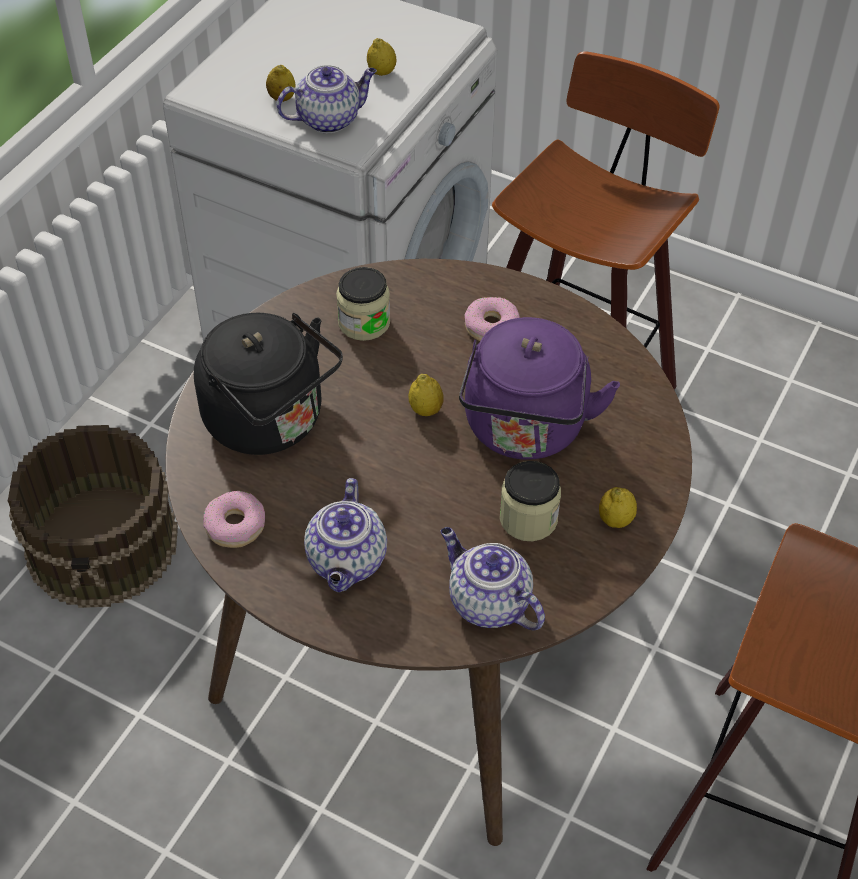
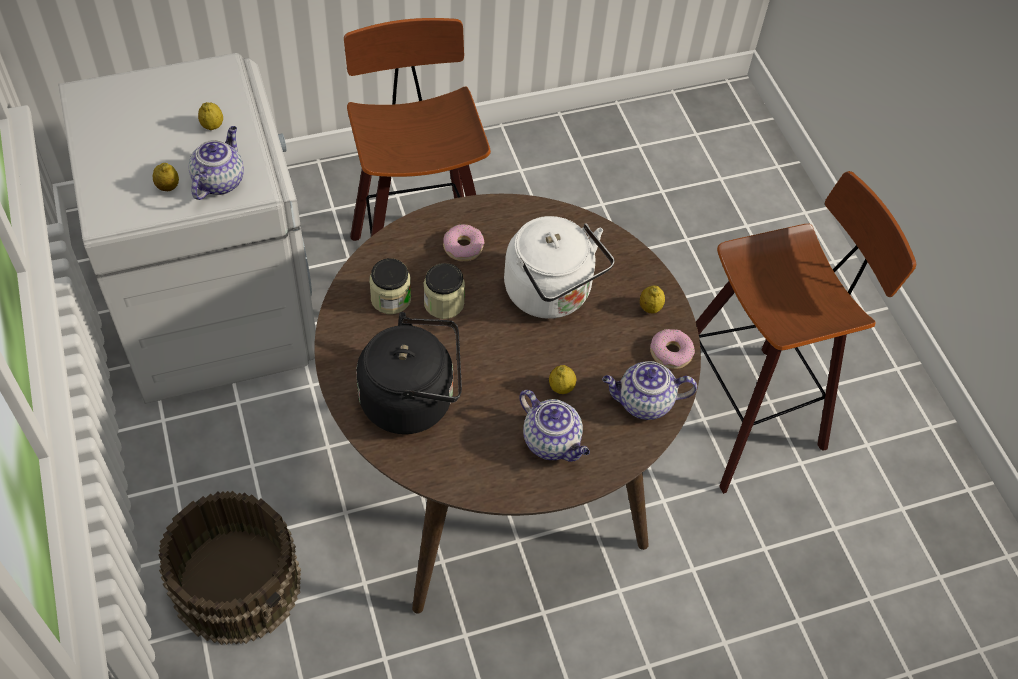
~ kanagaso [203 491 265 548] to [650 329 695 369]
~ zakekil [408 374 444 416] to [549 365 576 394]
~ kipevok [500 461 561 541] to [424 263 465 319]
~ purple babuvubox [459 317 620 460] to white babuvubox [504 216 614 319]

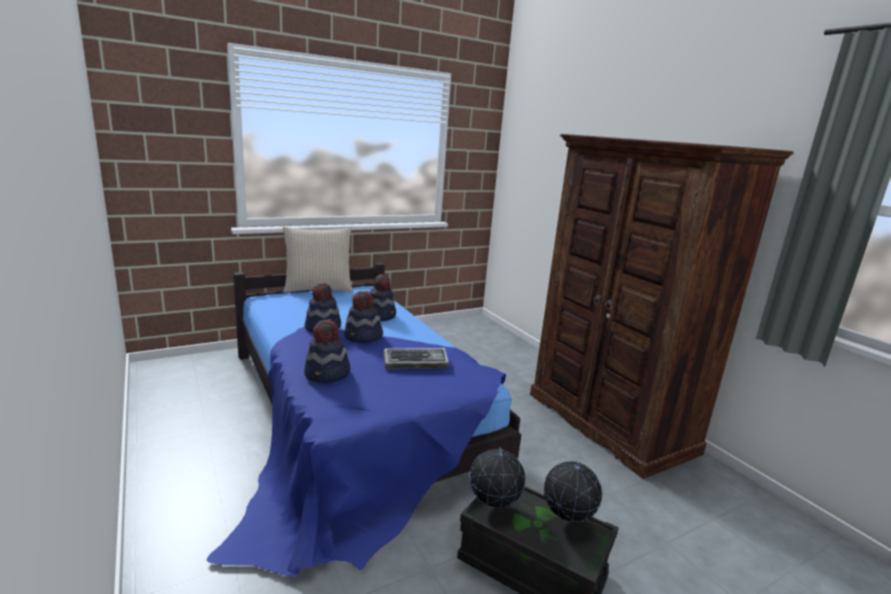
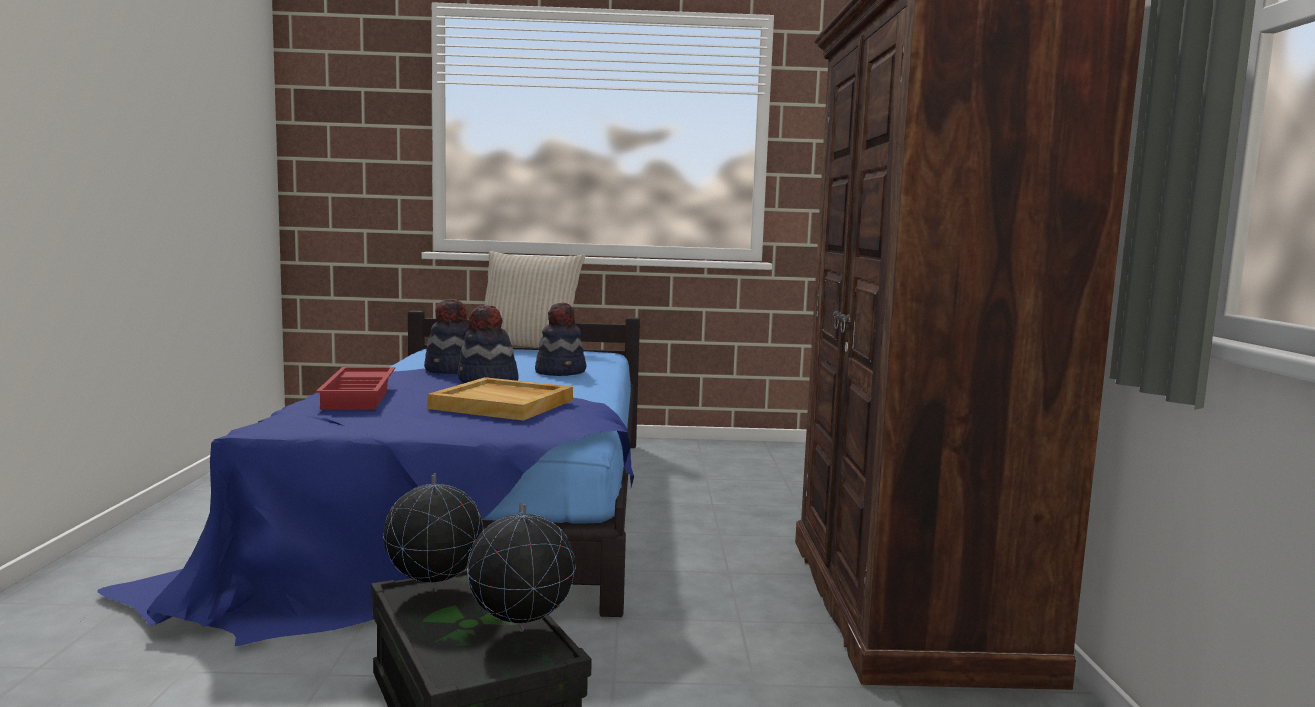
~ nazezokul [304 320 351 383] to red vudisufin [316 367 395 410]
~ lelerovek [384 348 449 369] to beige vudisufin [427 377 573 421]

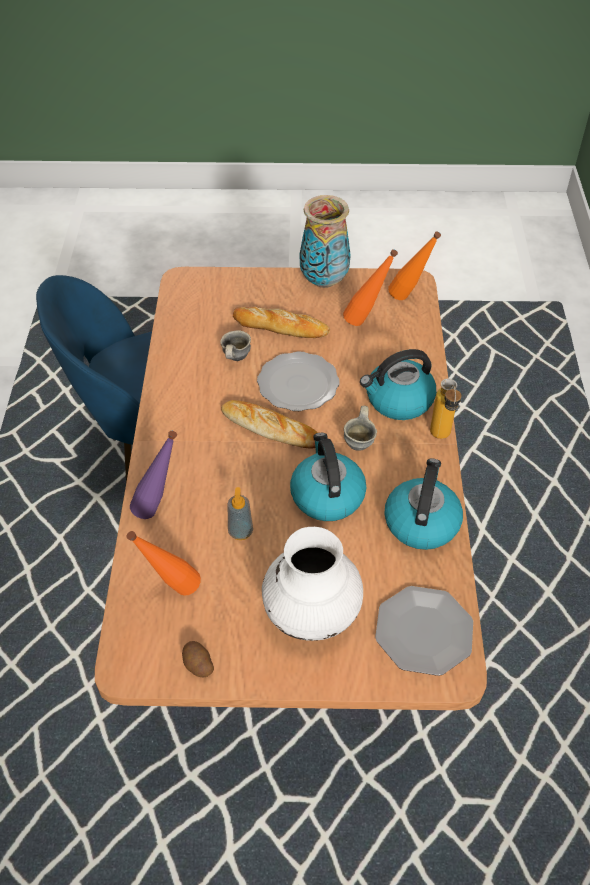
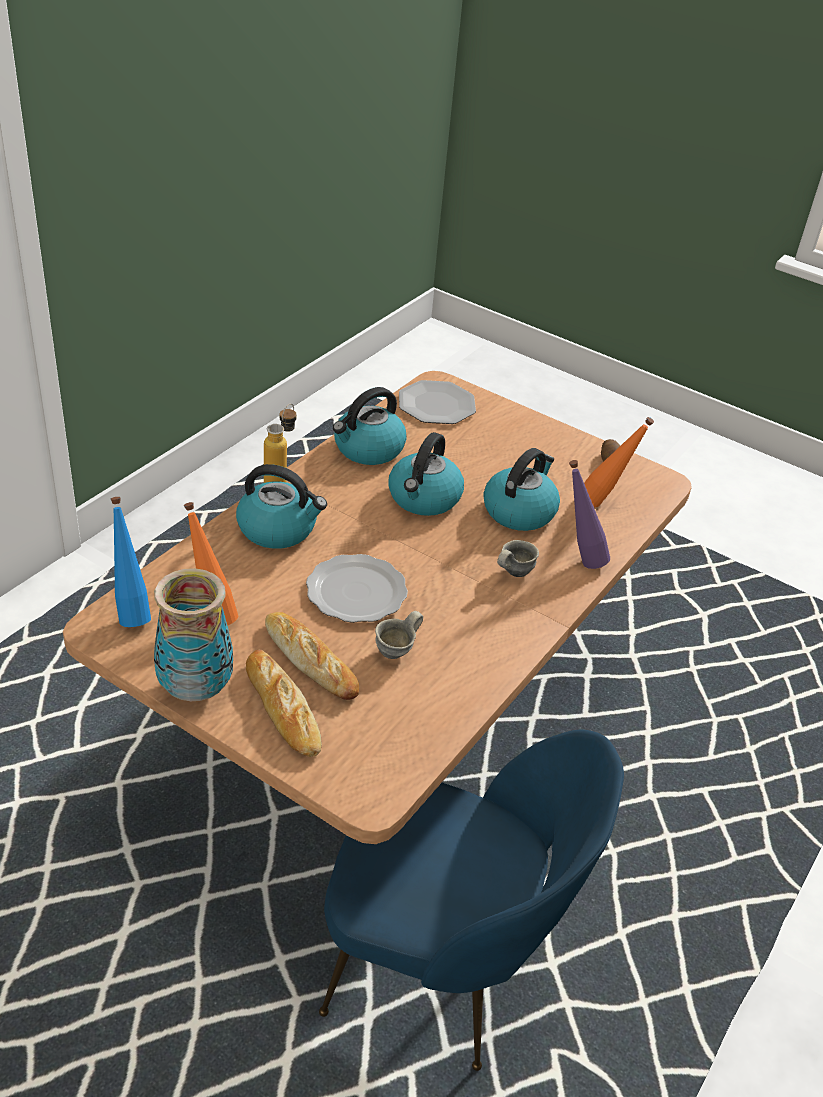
- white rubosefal [262 527 363 641]
~ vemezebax [221 400 318 449] to [246 650 322 757]
~ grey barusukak [344 406 377 451] to [497 540 539 577]
~ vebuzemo [228 487 253 540] to babuvubox [483 448 560 531]
~ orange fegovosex [388 231 441 300] to blue fegovosex [111 497 151 627]

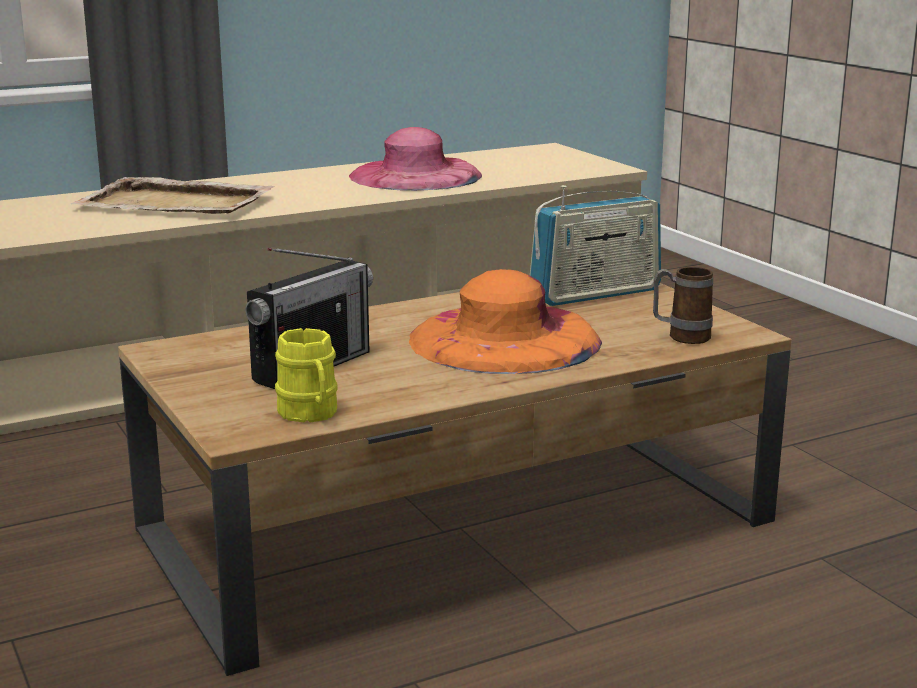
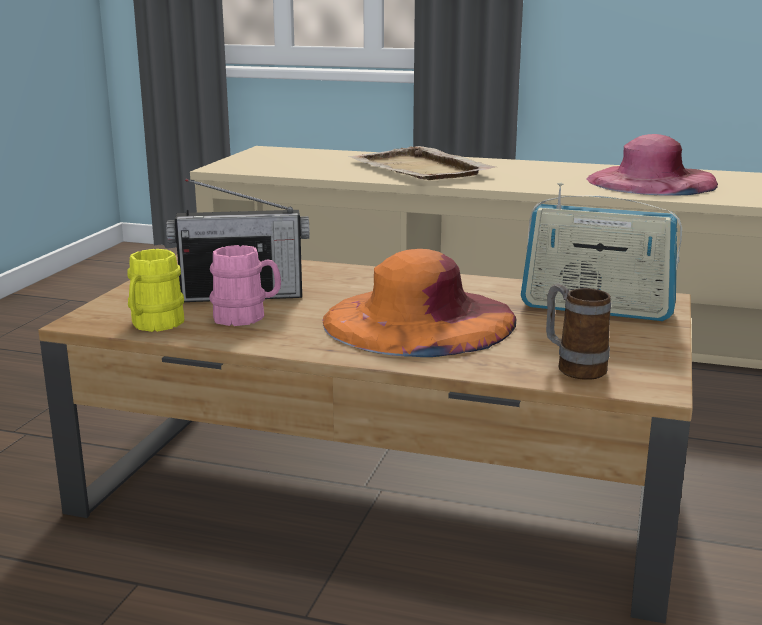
+ pink barusukak [209 245 281 326]

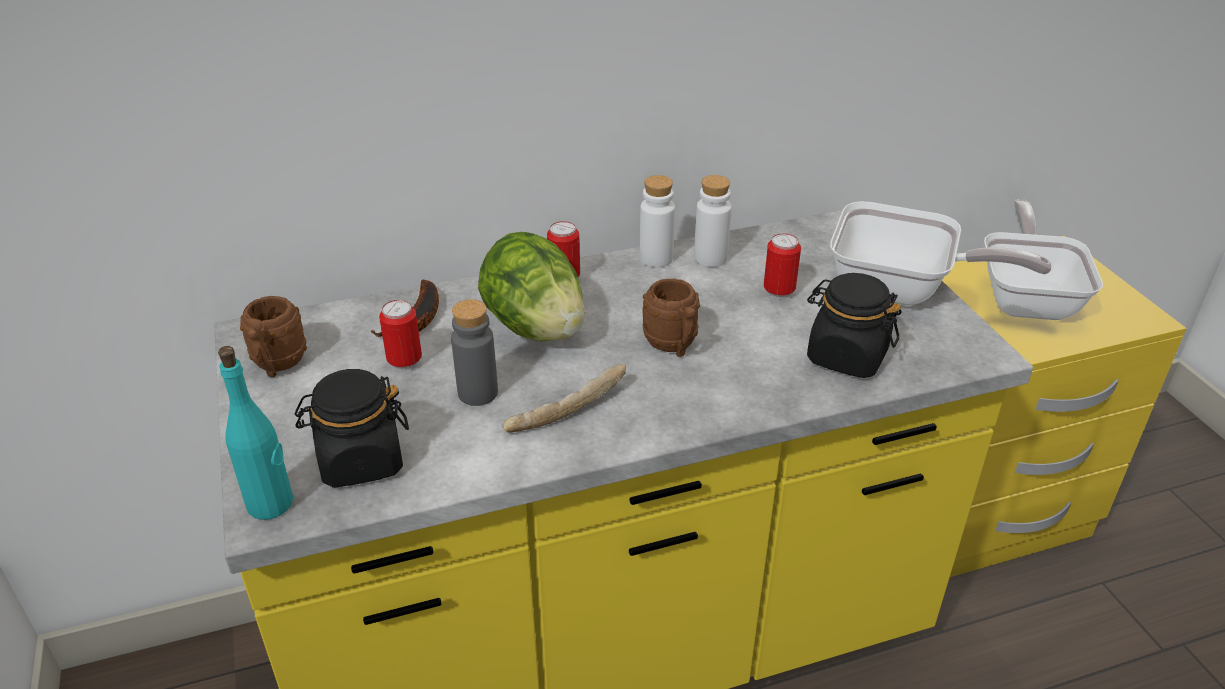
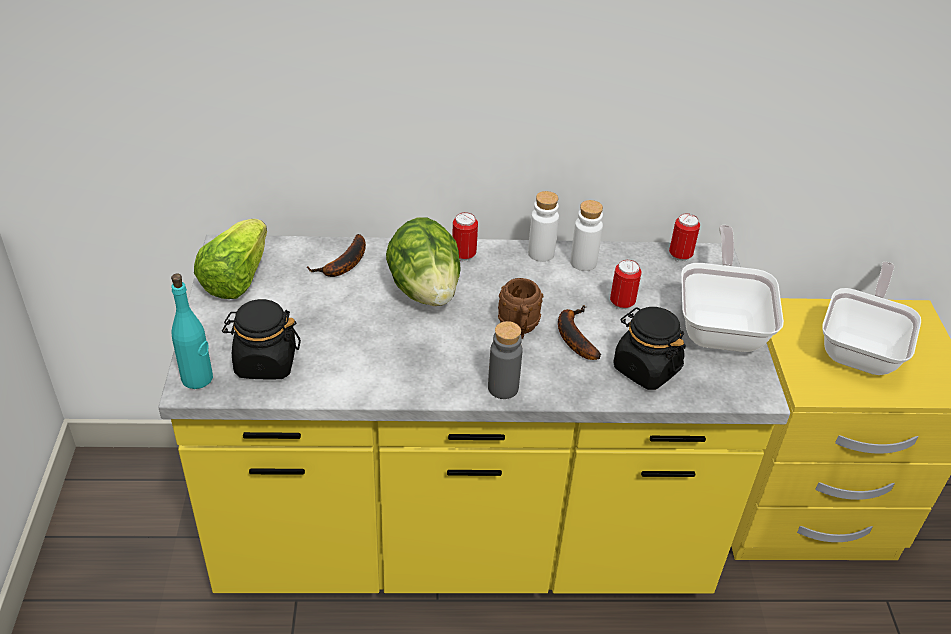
- vemezebax [502 364 626 433]
+ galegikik [558 305 601 360]
~ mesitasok [379 300 422 371] to [669 213 700 262]
~ grey fegovosex [451 299 498 406] to [488 321 522 399]
~ brown barusukak [240 296 307 377] to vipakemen [194 219 267 299]
~ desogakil [830 201 1052 306] = [681 225 784 352] 120 degrees counterclockwise

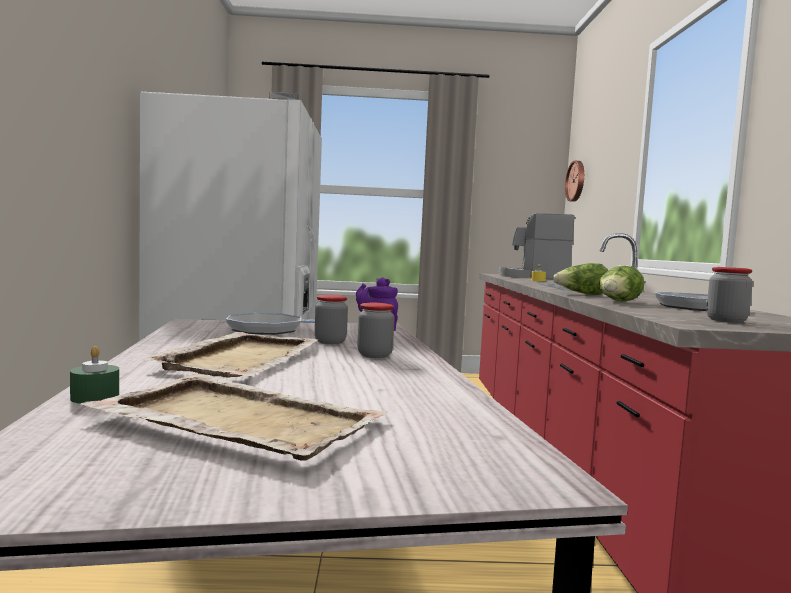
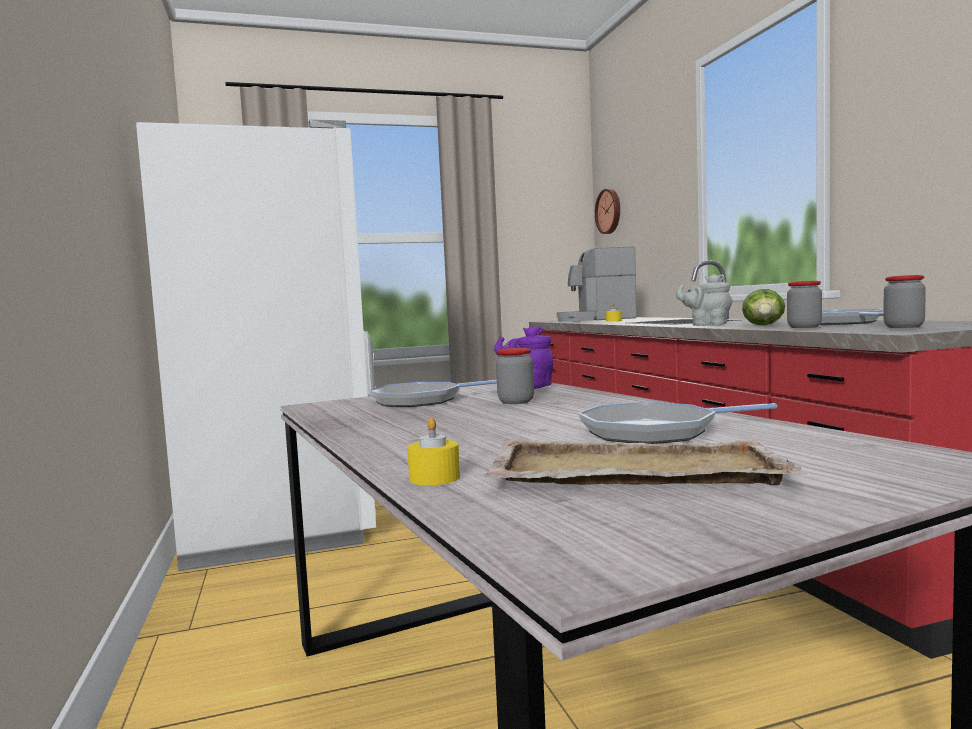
- beige vudisufin [142 332 318 378]
+ desogakil [578 402 777 444]
~ kipevok [357 303 395 358] to [787 281 822 328]
~ vipakemen [553 263 608 295] to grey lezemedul [676 274 732 326]
~ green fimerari [70 346 119 404] to yellow fimerari [407 418 460 485]

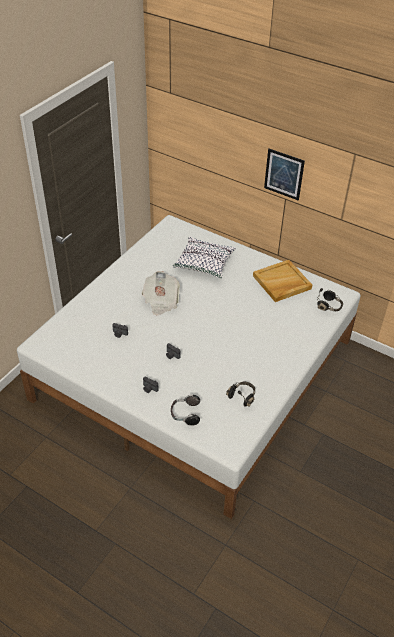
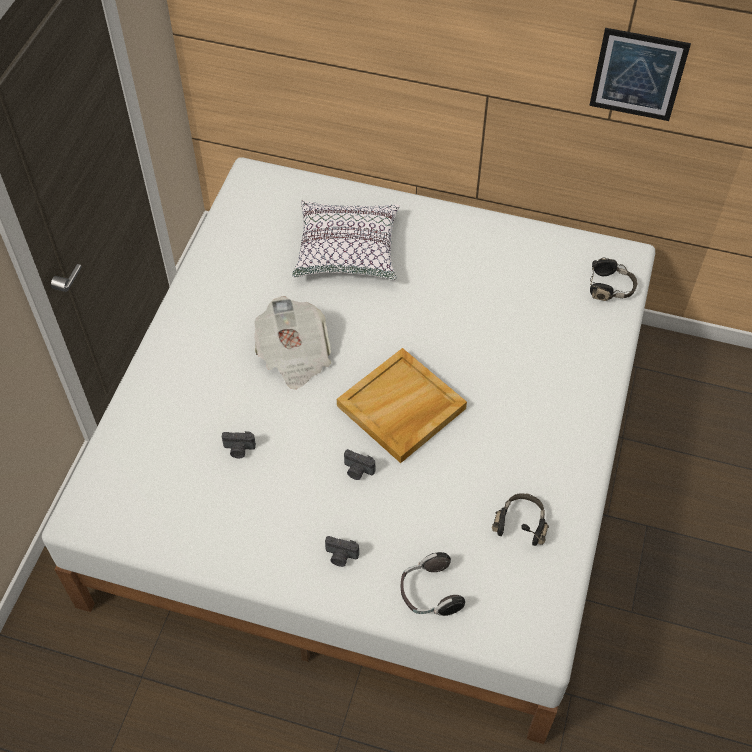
~ beige vudisufin [253 260 312 302] to [337 348 467 463]
~ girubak [264 149 305 200] to [589 28 691 121]

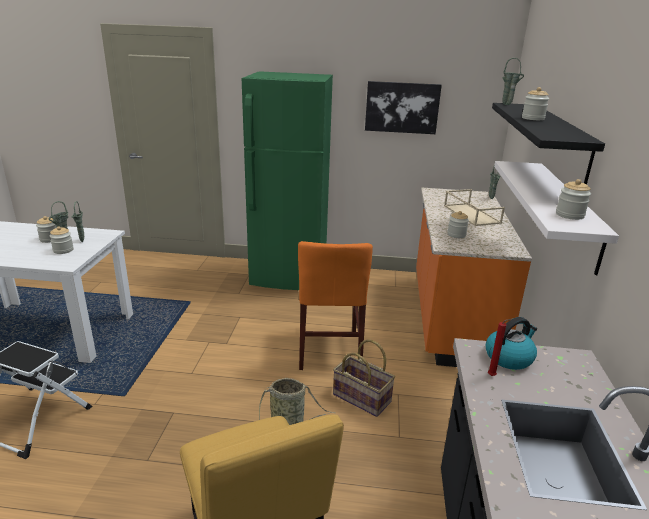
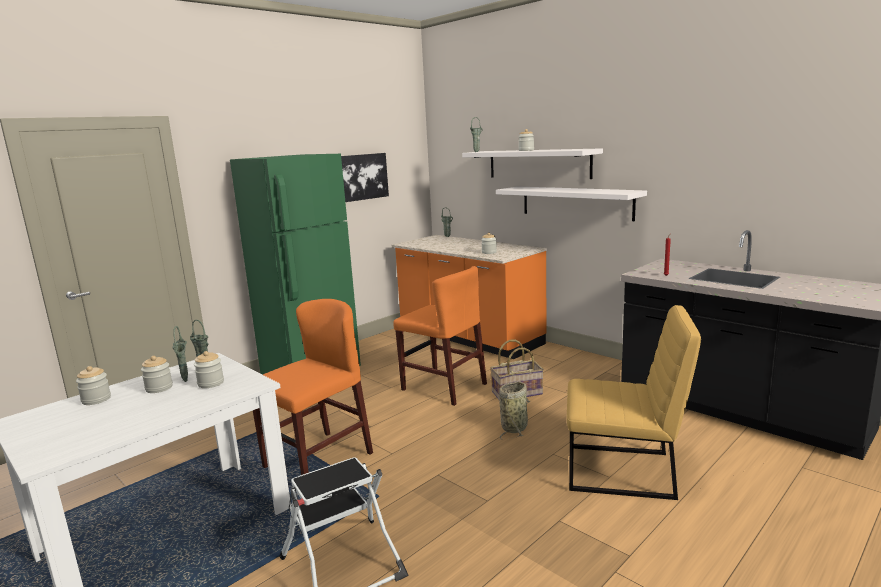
- beige vudisufin [444 189 505 226]
- babuvubox [486 317 537 370]
+ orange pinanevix [253 299 373 475]
~ kipevok [556 179 591 220] to [76 366 111 405]
~ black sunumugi [492 103 605 184] to white sunumugi [462 148 603 179]

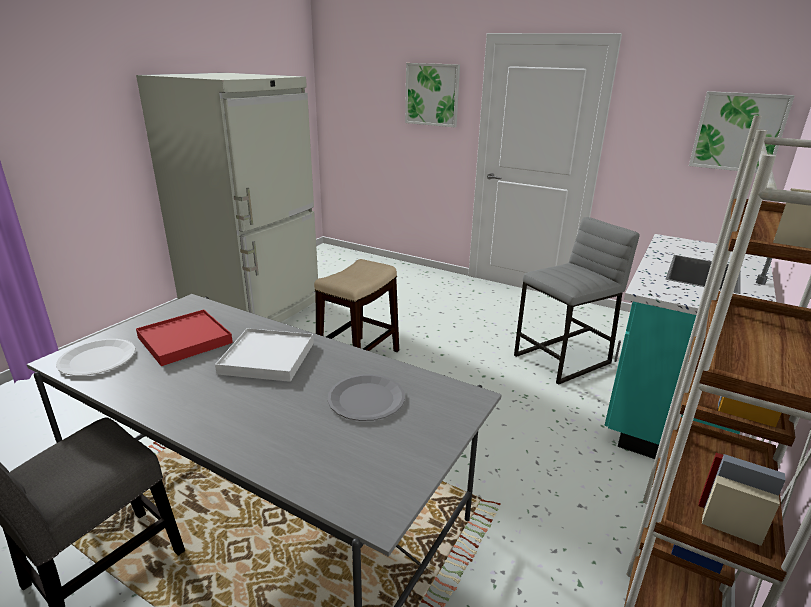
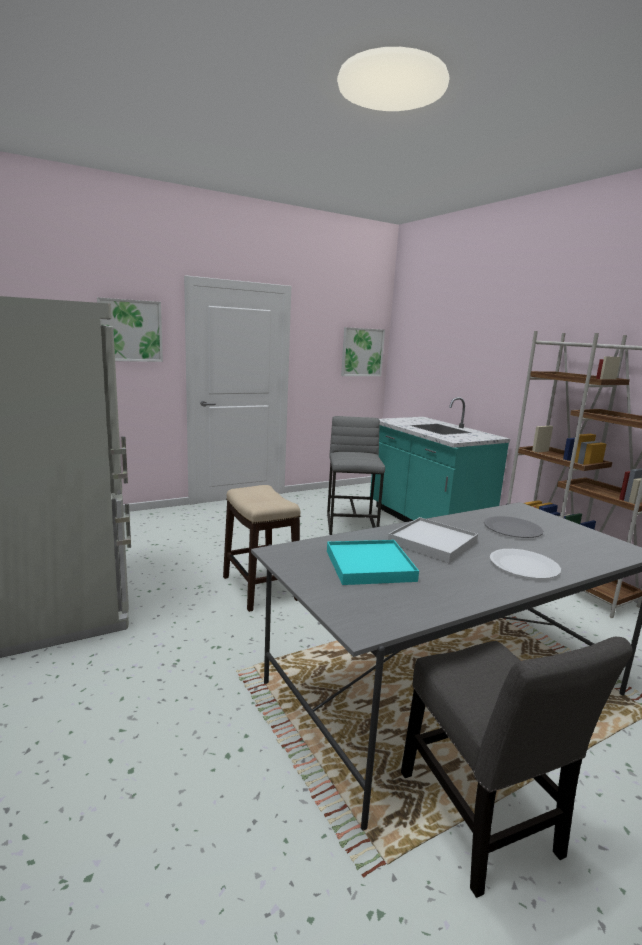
~ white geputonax [56 339 135 376] to [490 549 561 579]
~ red vudisufin [136 309 233 366] to turquoise vudisufin [327 540 419 585]

